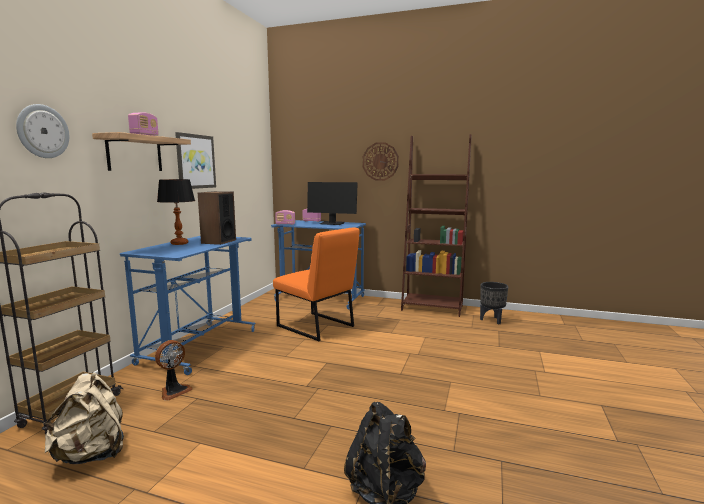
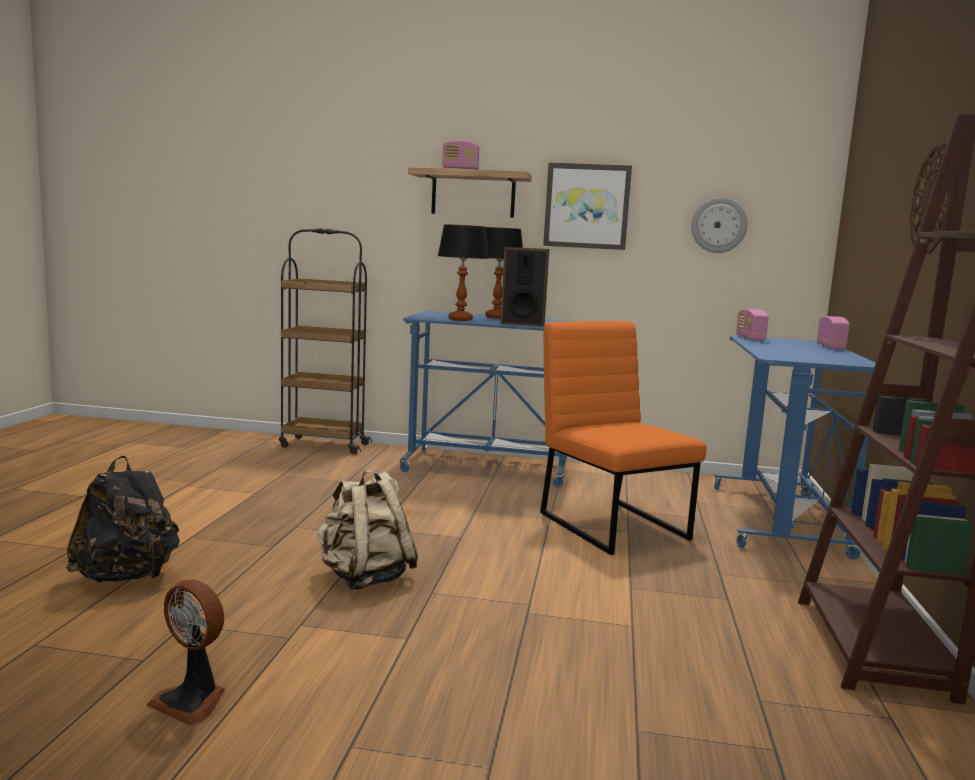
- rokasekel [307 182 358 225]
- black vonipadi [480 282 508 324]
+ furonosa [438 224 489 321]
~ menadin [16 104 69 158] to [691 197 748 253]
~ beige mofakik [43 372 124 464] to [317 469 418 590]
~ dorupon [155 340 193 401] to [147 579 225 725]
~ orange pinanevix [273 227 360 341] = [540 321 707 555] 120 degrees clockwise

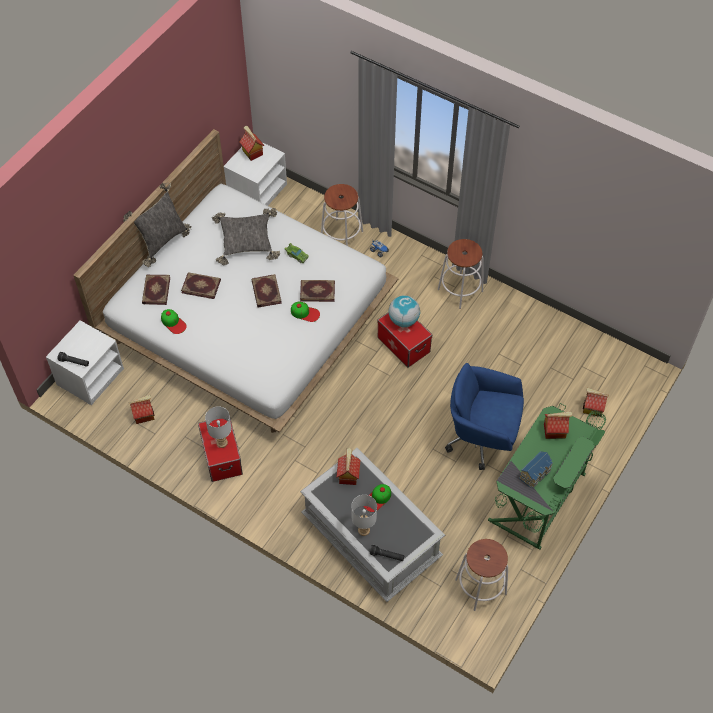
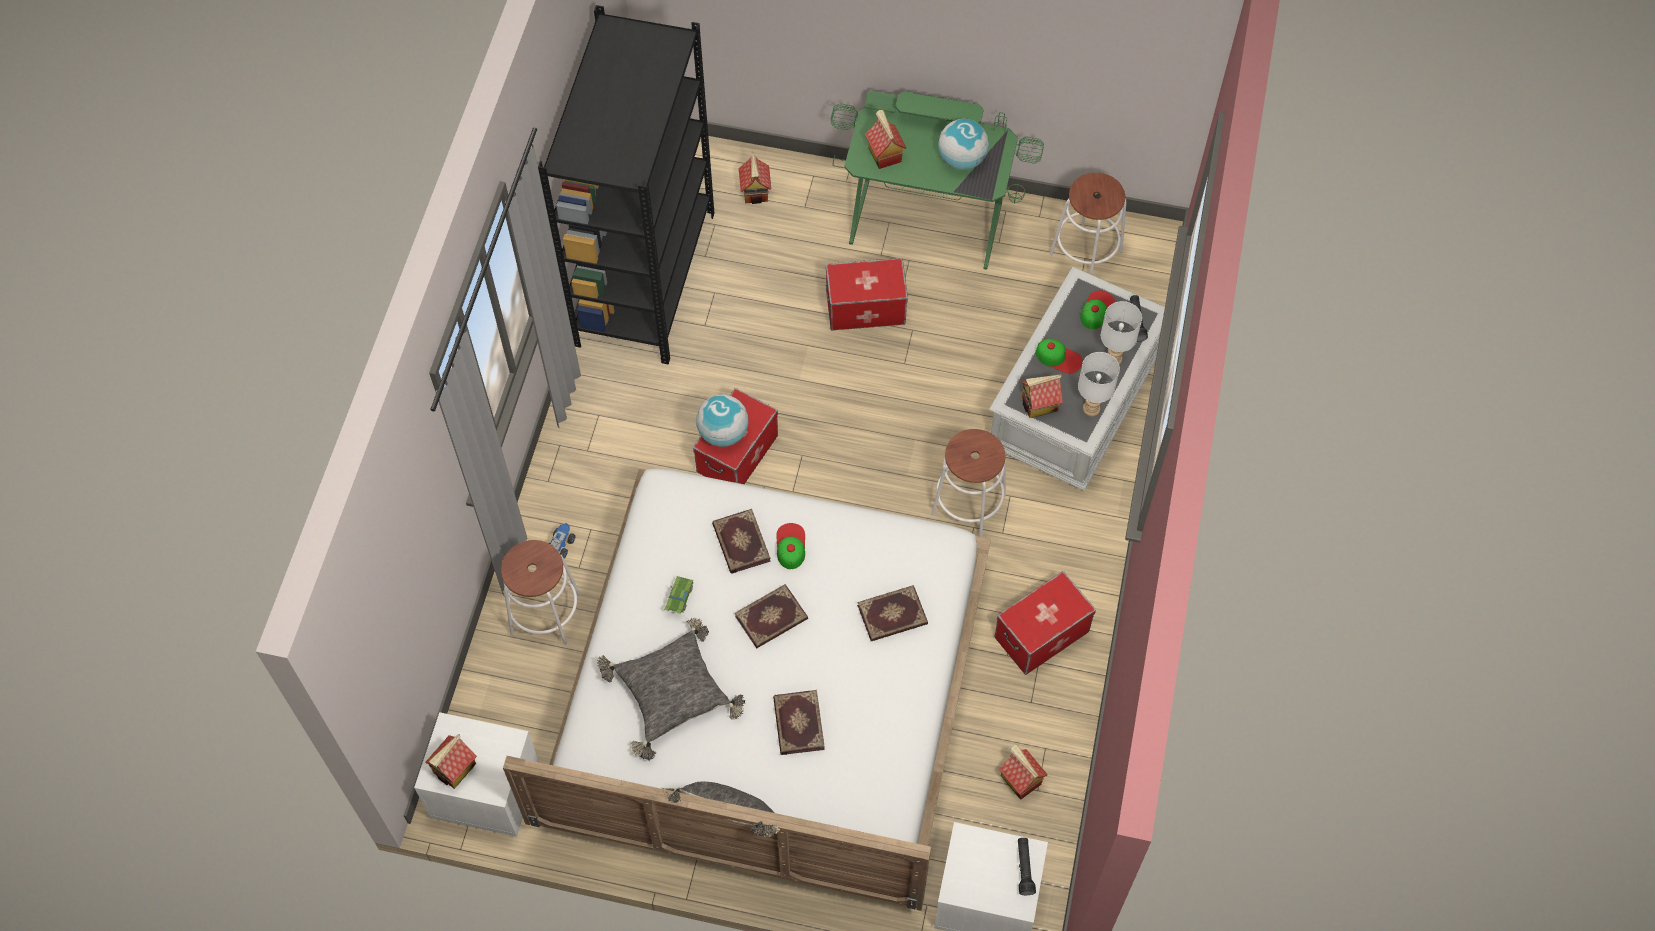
+ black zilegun [538 5 714 365]
~ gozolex [142 274 170 305] to [857 585 928 641]
~ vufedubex [161 309 187 334] to [1080 290 1115 329]
~ white furonosa [205 406 231 448] to [1078 352 1120 417]
~ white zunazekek [438 239 484 309] to [931 429 1006 537]
~ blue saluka [445 363 524 470] to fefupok [826 258 908 330]
~ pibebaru [519 451 553 488] to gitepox [938 119 989 170]

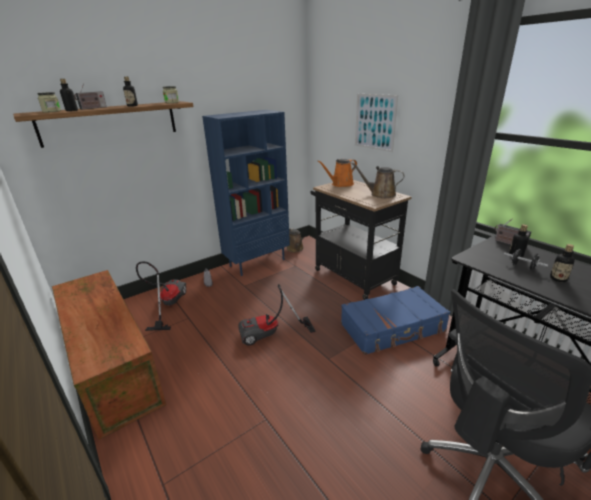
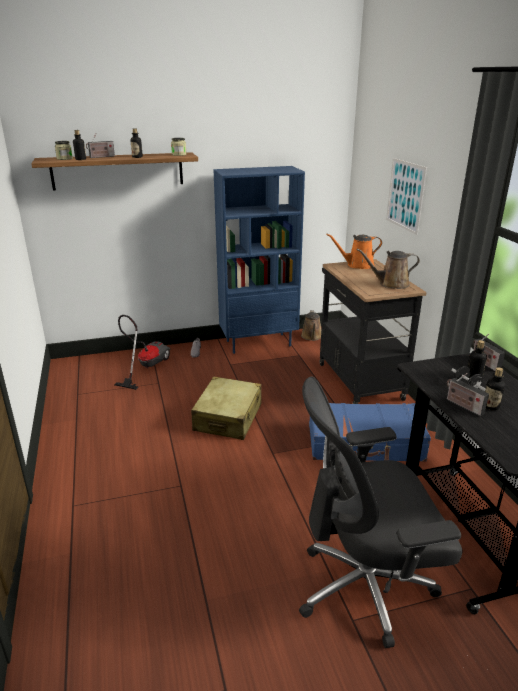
- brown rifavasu [52 270 166 440]
+ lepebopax [447 373 489 416]
~ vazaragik [238 284 316 346] to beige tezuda [191 376 262 440]
~ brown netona [351 162 405 198] = [357 249 420 289] 45 degrees counterclockwise

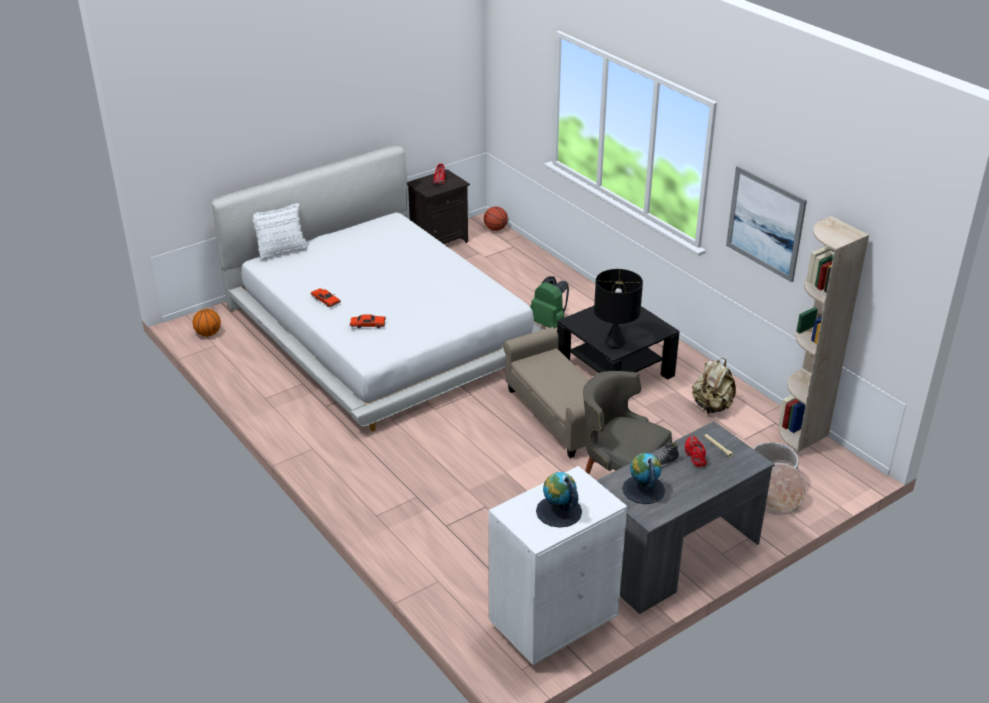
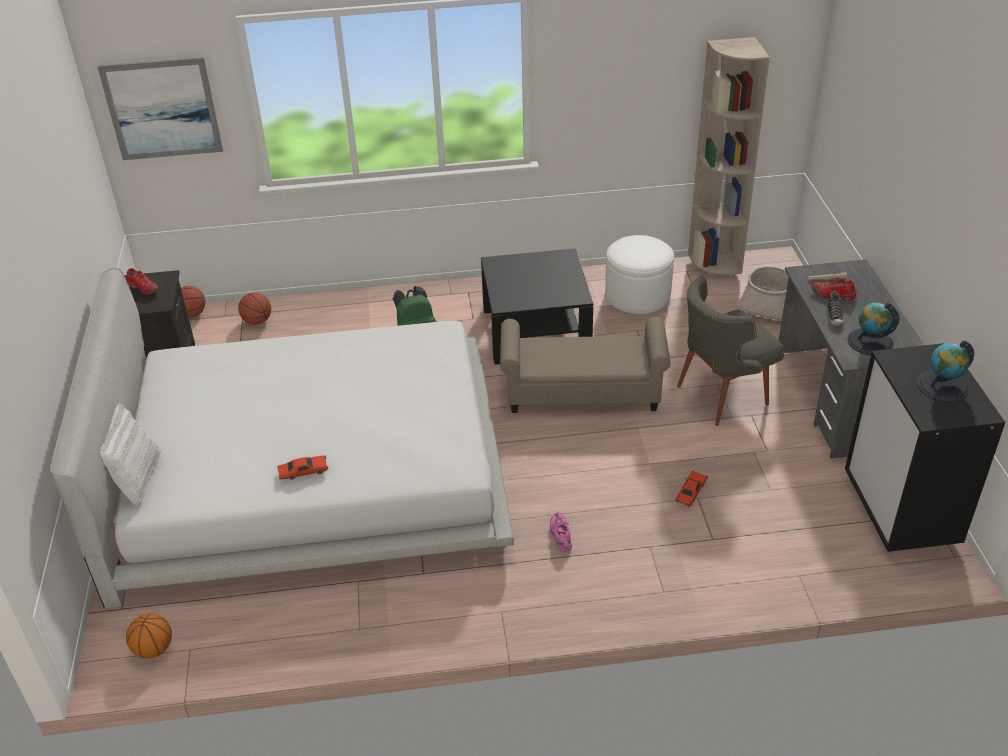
- black furonosa [594 269 643 348]
+ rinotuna [238 292 271 325]
+ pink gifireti [550 512 572 552]
~ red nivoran [350 314 386 328] to [675 471 708 507]
~ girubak [726 166 807 282] to [98 57 223 160]
~ beige mofakik [692 358 736 414] to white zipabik [605 235 674 314]
~ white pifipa [489 466 627 665] to black pifipa [845 343 1005 552]

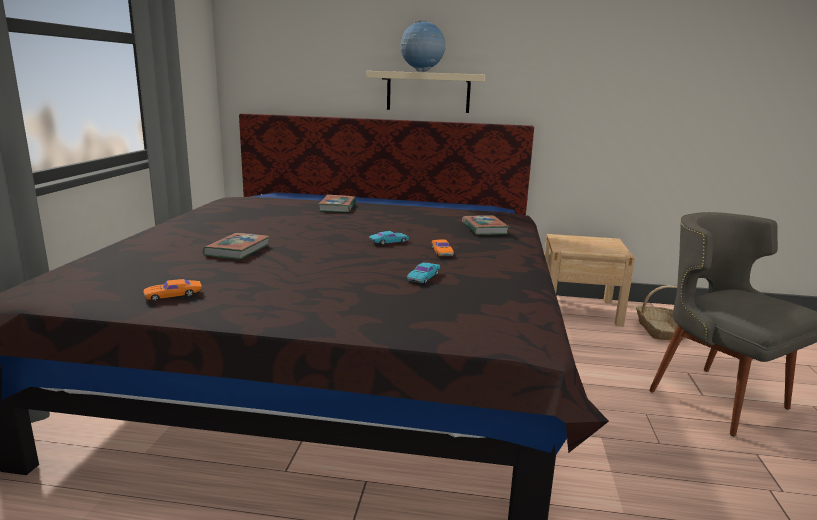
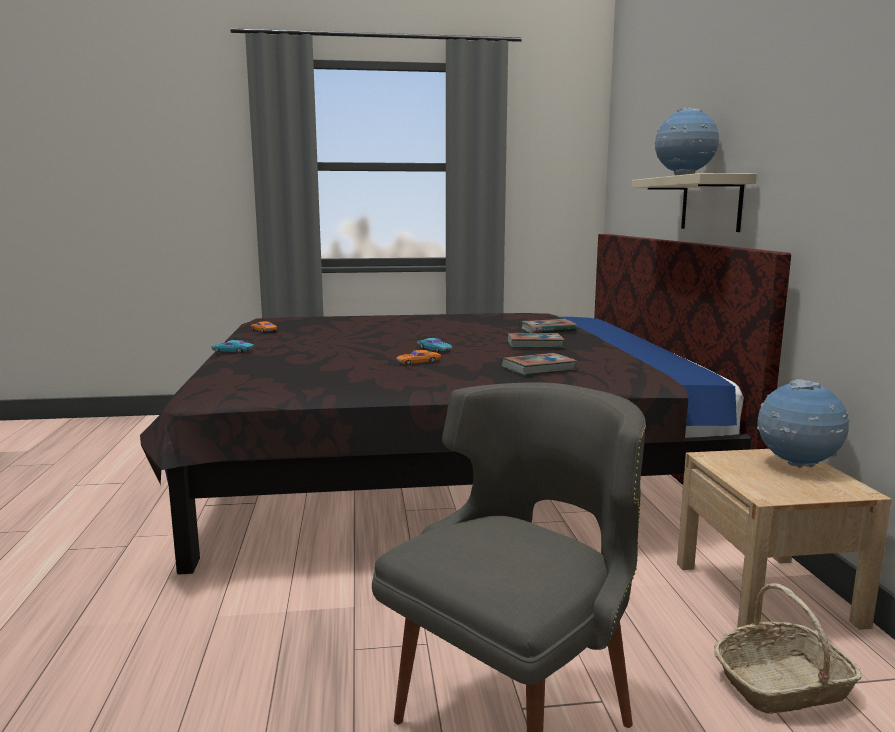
+ gitepox [757 379 850 468]
~ gozolex [203 233 270 260] to [507 333 564 348]
~ turquoise nivoran [407 262 440 284] to [211 340 254 353]

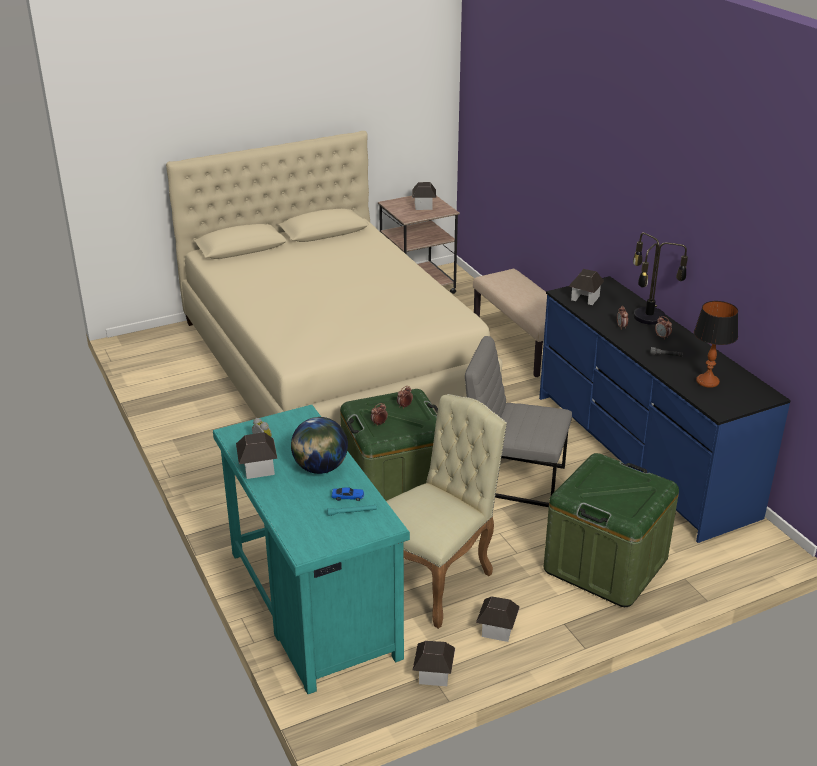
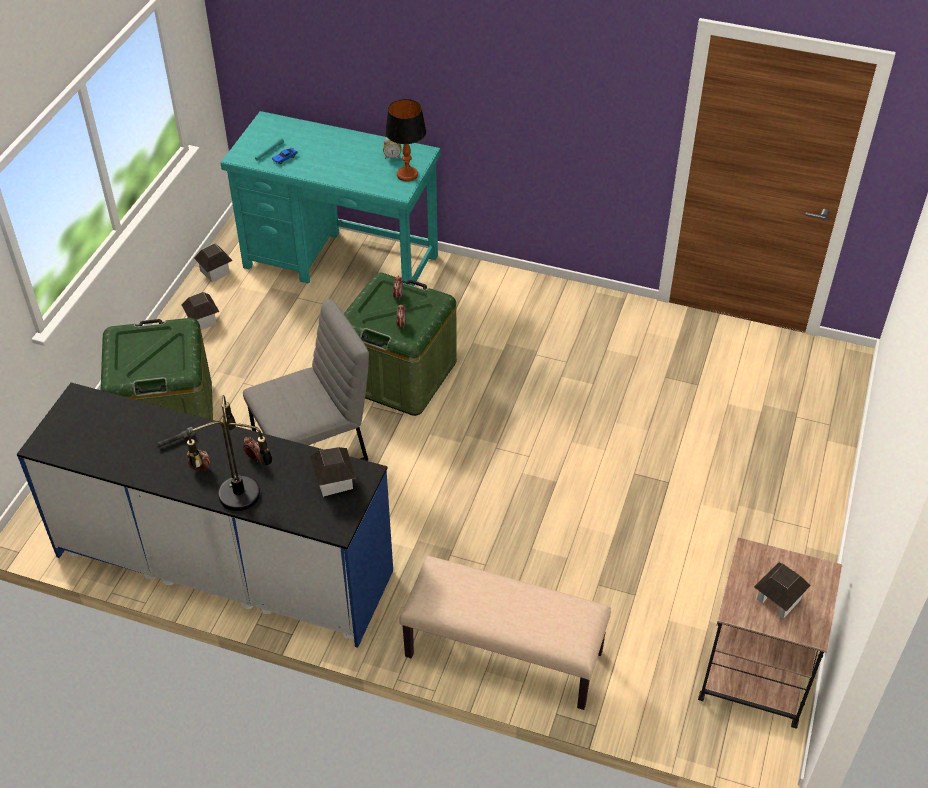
- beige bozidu [166 131 503 426]
- pibebaru [236 432 278 479]
- gitepox [291 417 348 474]
- beige pinanevix [386 394 507 629]
~ furonosa [694 301 738 388] to [385 99 427 181]

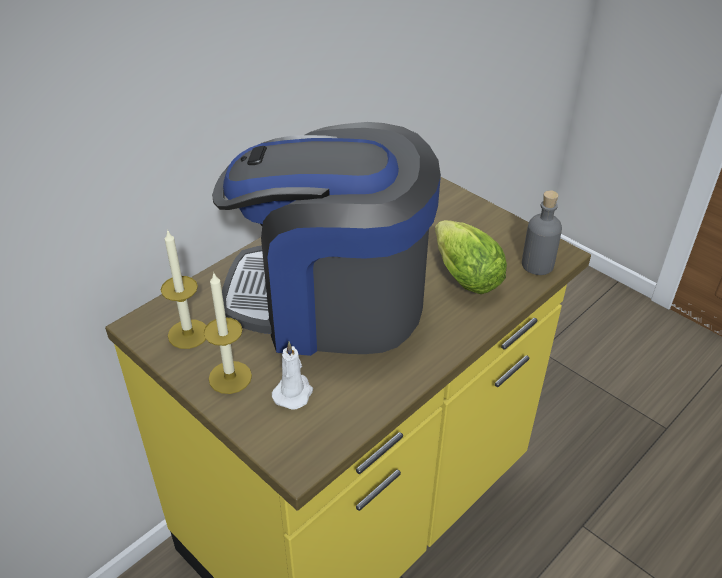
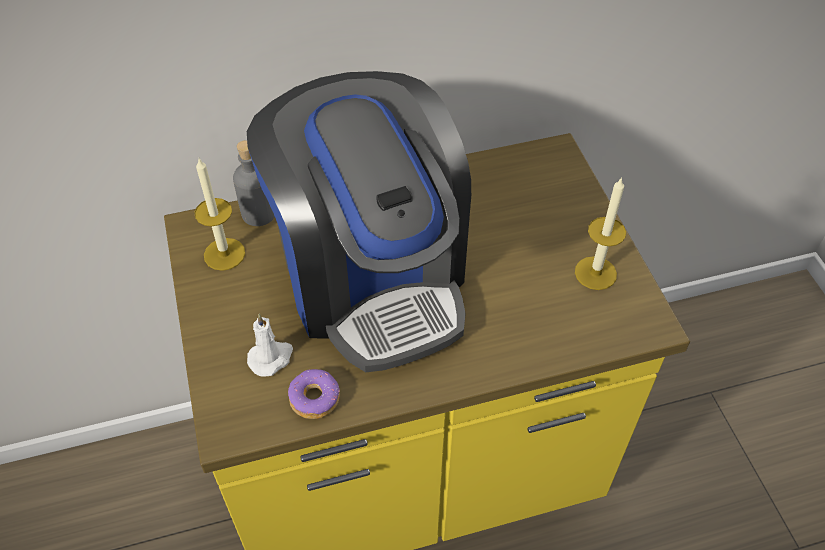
- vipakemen [435 220 507 294]
+ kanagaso [288 369 340 419]
~ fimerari [203 272 252 394] to [575 177 626 290]
~ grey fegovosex [522 190 562 275] to [233 140 275 226]
~ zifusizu [212 122 441 356] = [247 71 471 372] 150 degrees counterclockwise

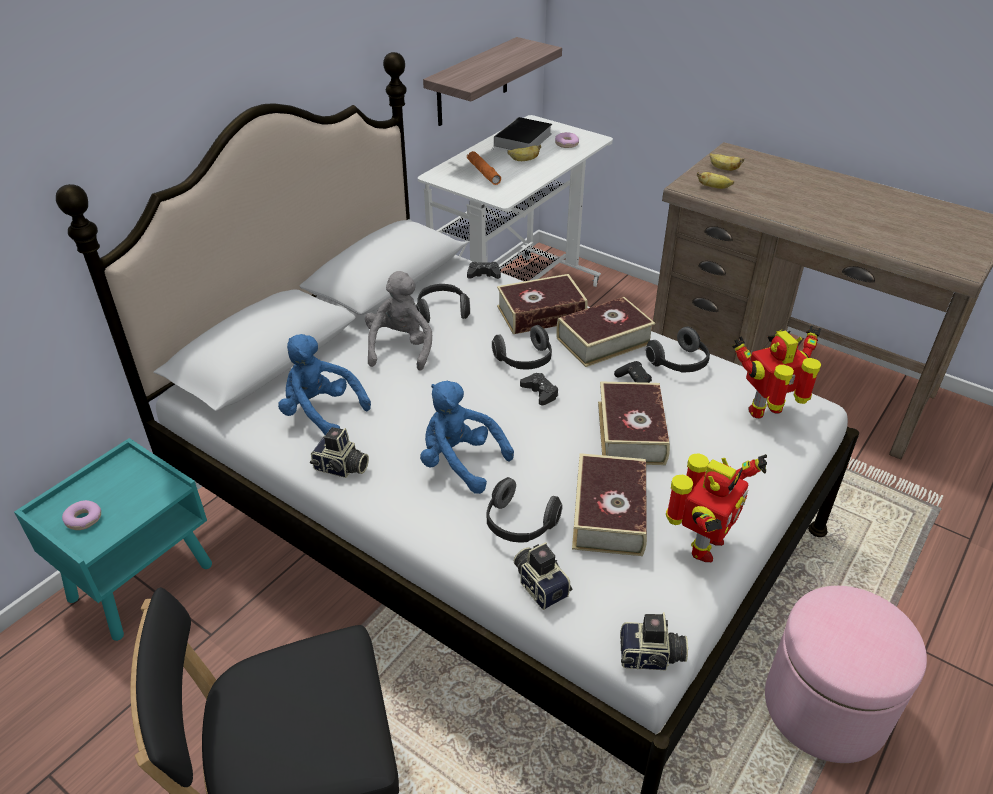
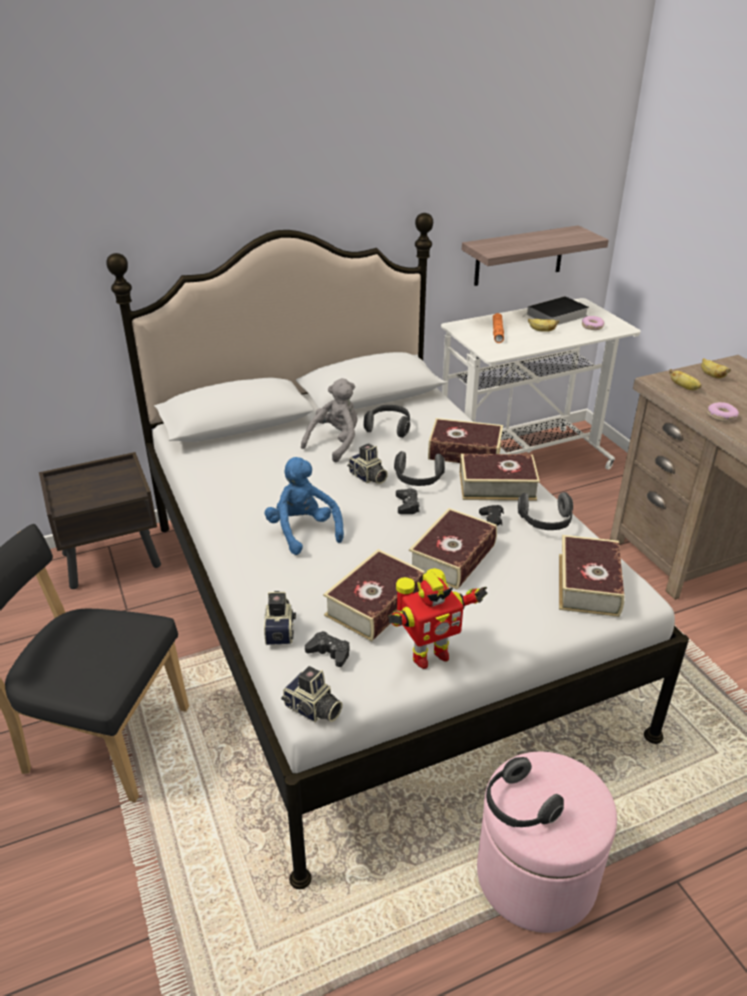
- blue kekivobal [278 334 371 435]
~ kanagaso [62 500 101 530] to [708 402 739 422]
~ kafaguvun [310 427 369 478] to [347 443 388 484]
~ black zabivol [467 262 501 279] to [305 631 350 667]
~ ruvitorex [486 477 563 543] to [486 757 564 827]
~ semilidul [732 326 821 418] to gozolex [559 535 624 617]
~ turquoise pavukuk [14 438 212 641] to brown pavukuk [39 452 161 589]

